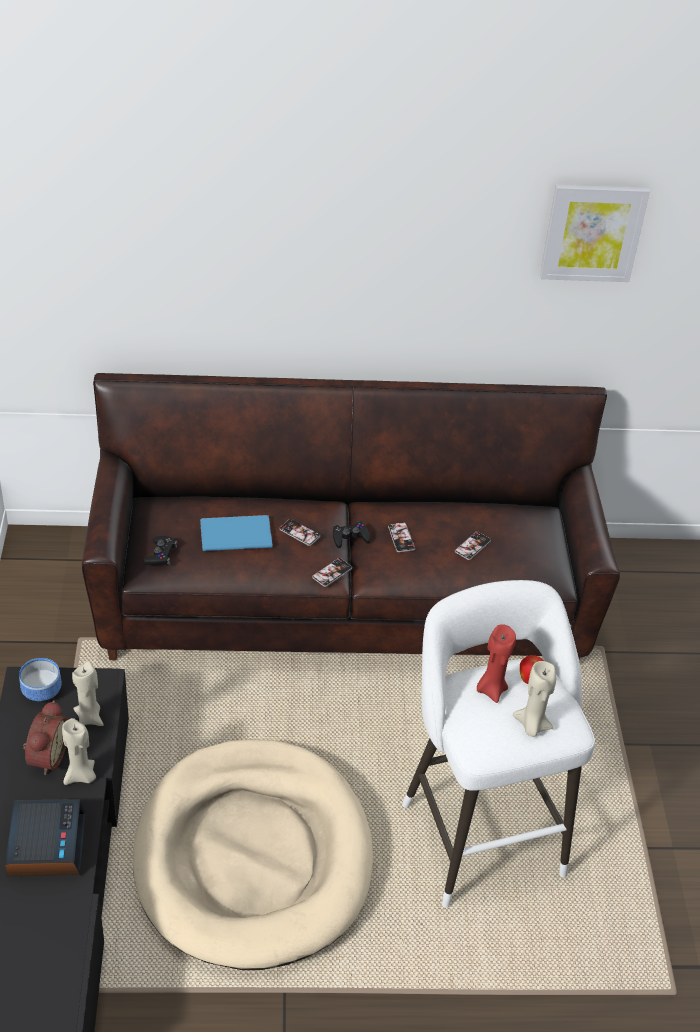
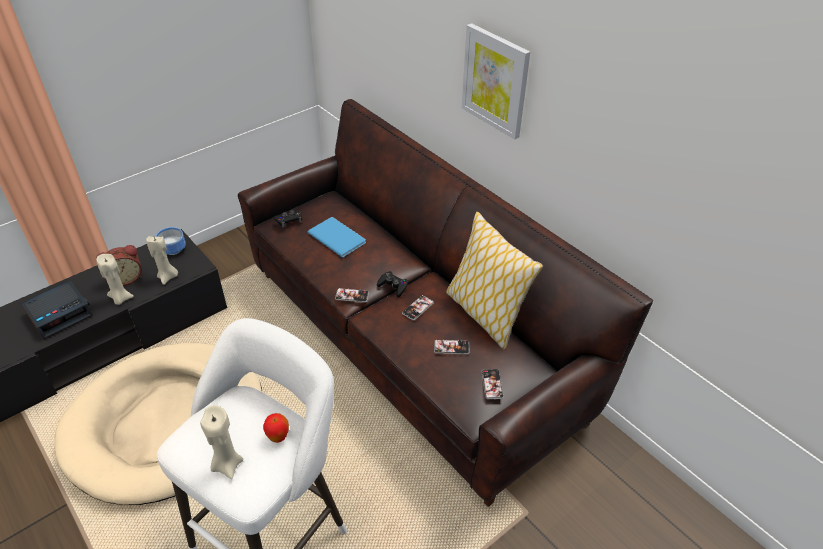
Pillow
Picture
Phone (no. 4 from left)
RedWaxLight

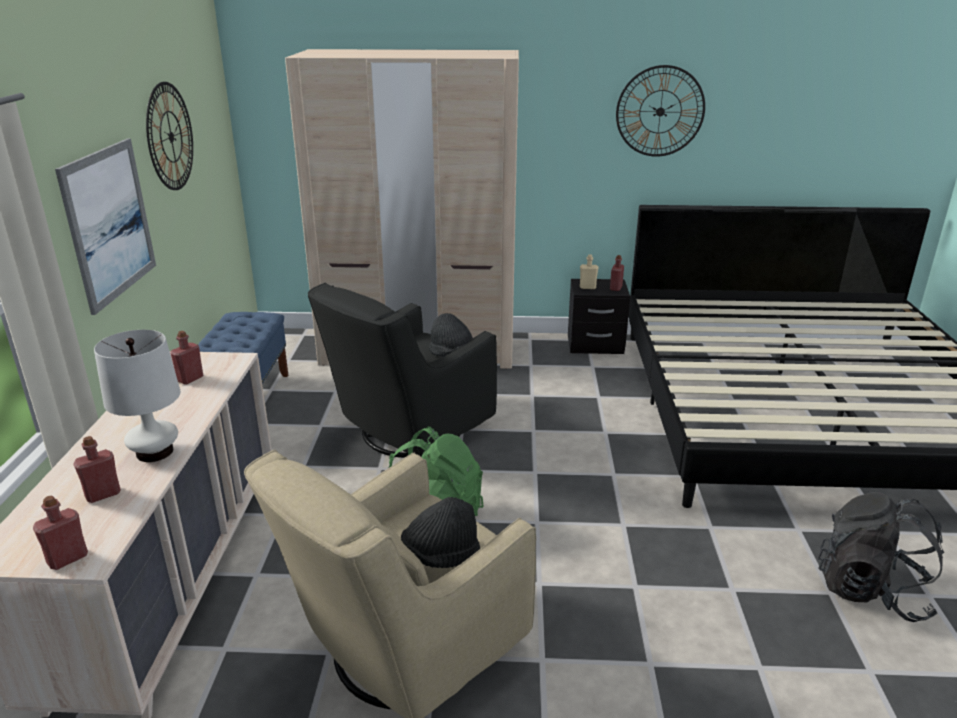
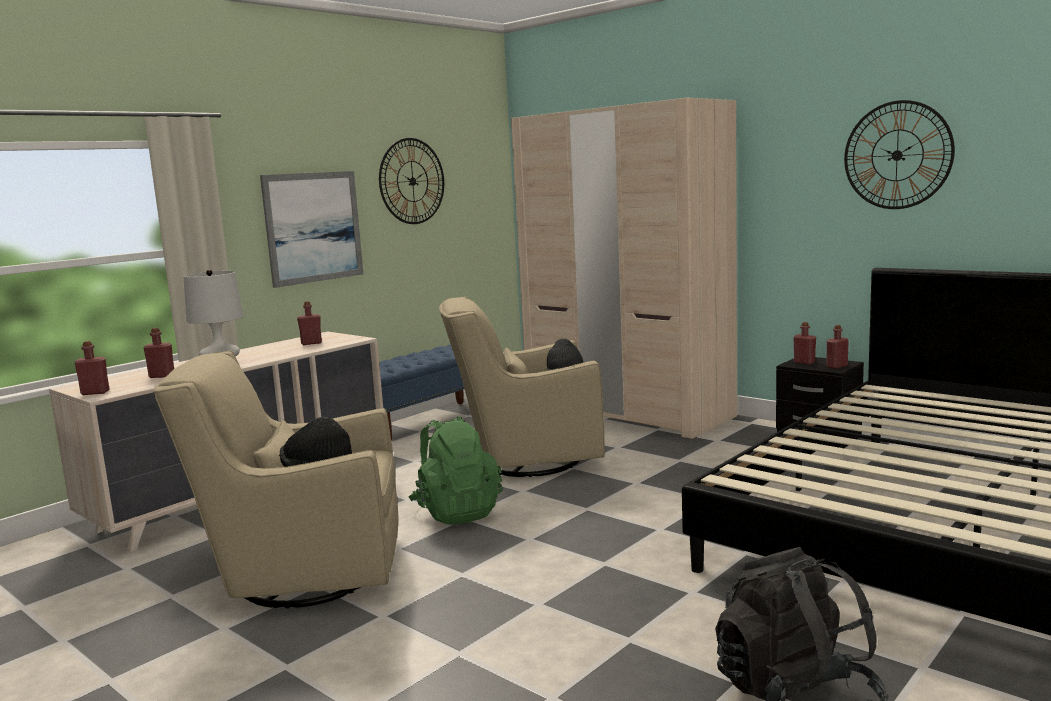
SandColouredLoungeChair (no. 2 from left)
RedBeverageBottle (no. 4 from left)

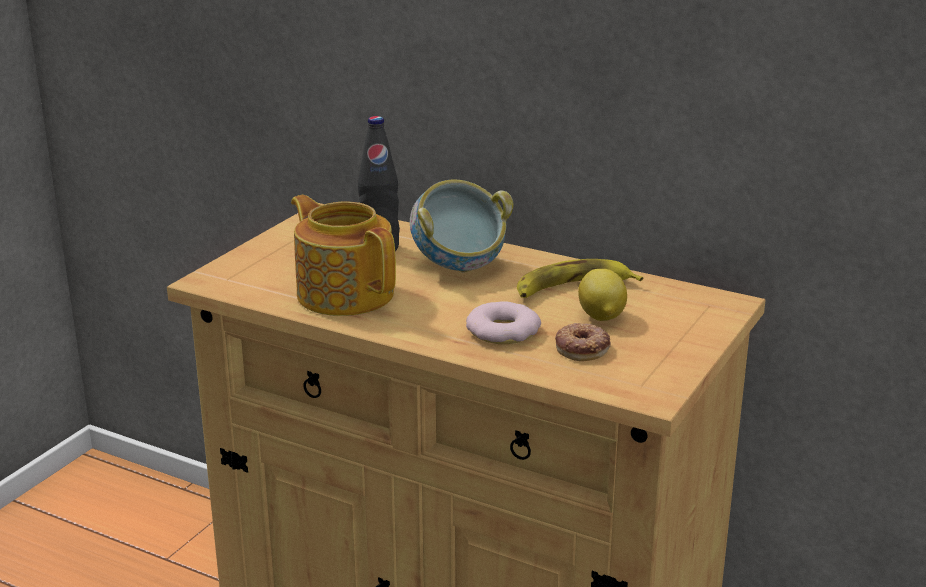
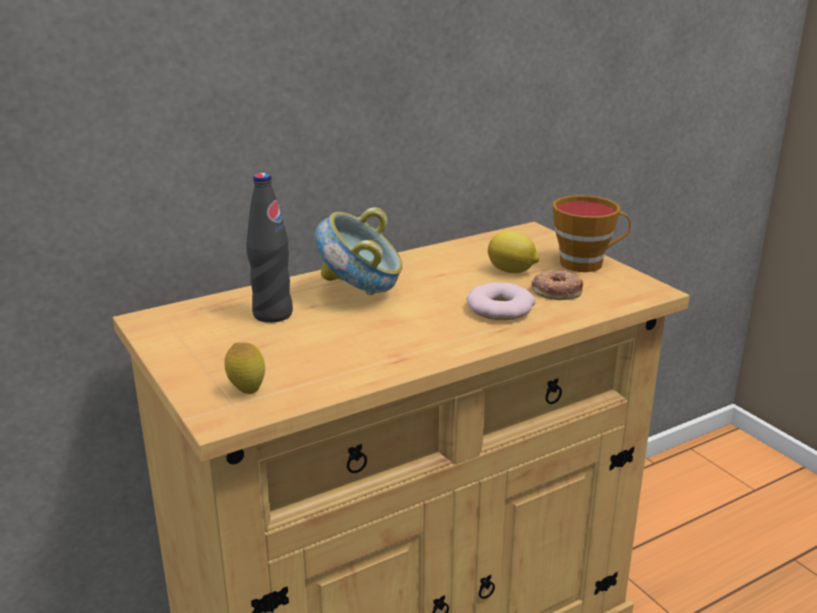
CitrusFruit (no. 1 from left)
Cup
Teapot
BananaFruit

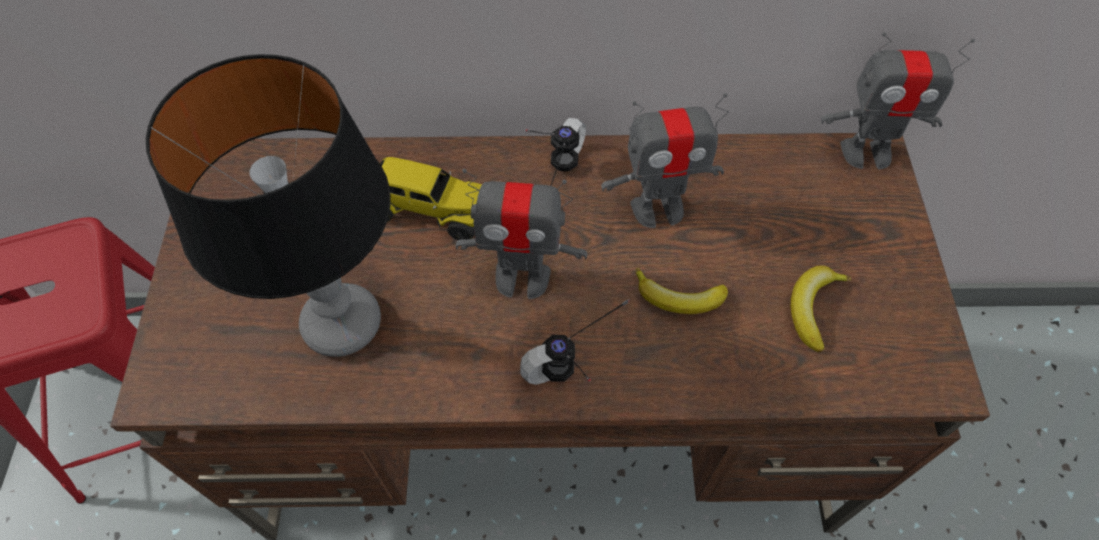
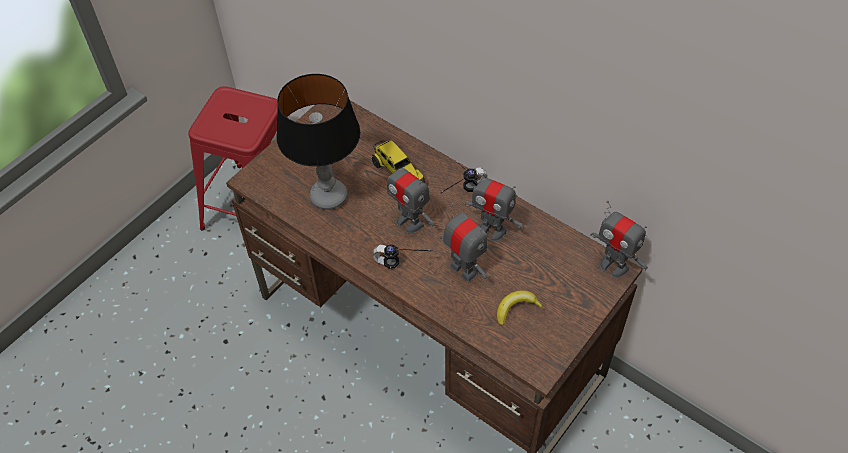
RobotFigure (no. 2 from left)

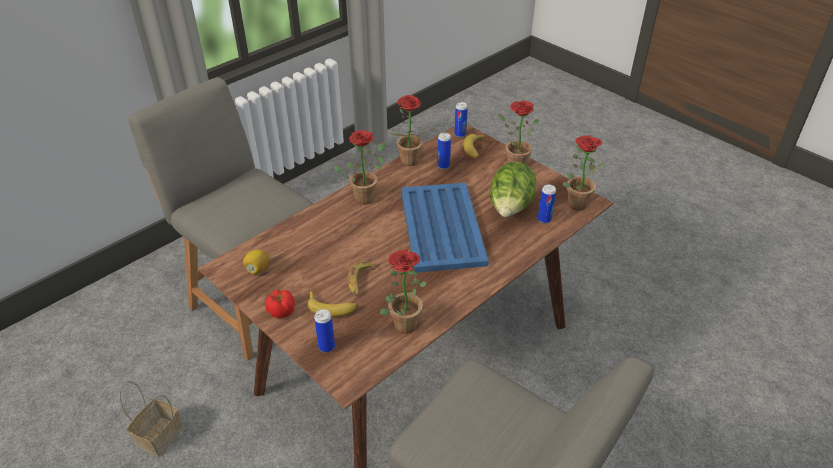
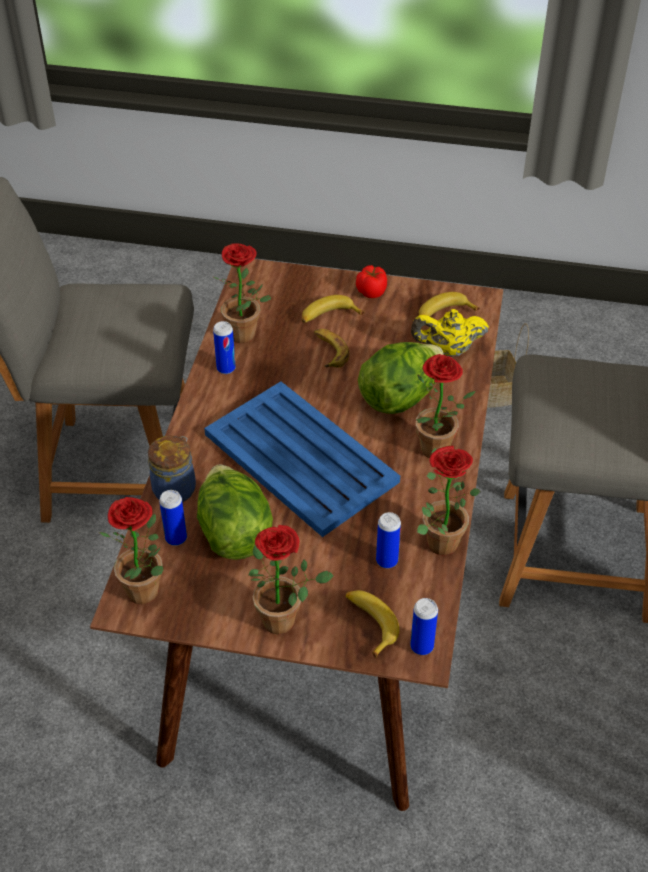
StorageJar
Can (no. 2 from left)
LettuceHead (no. 2 from left)
YellowColouredTeapot
BananaFruit (no. 4 from left)

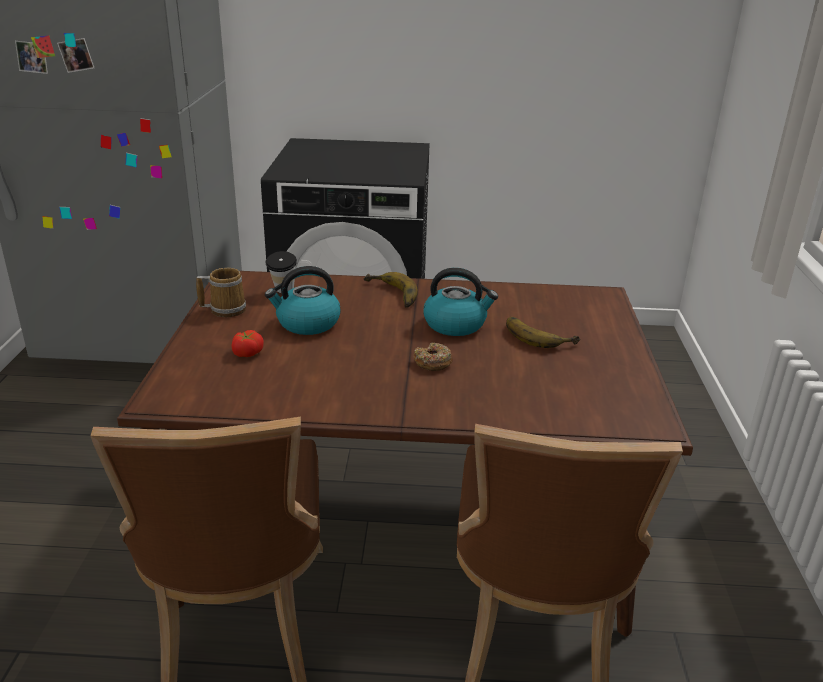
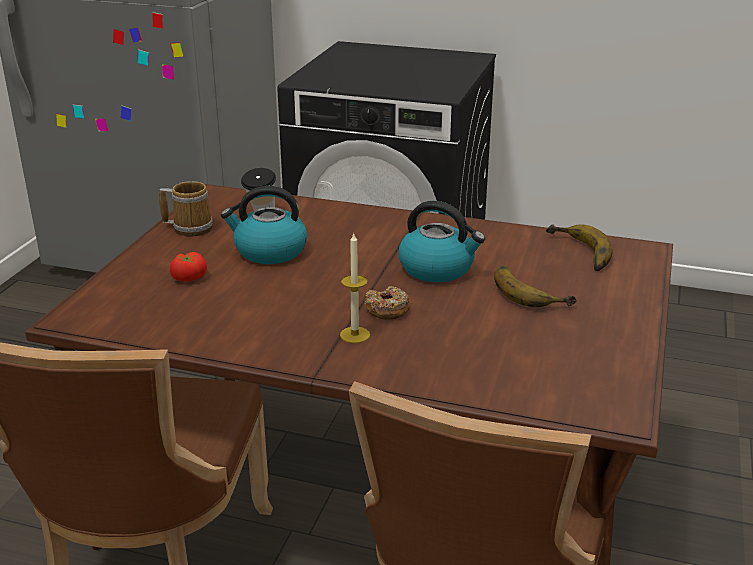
WaxLight
BananaFruit (no. 2 from left)

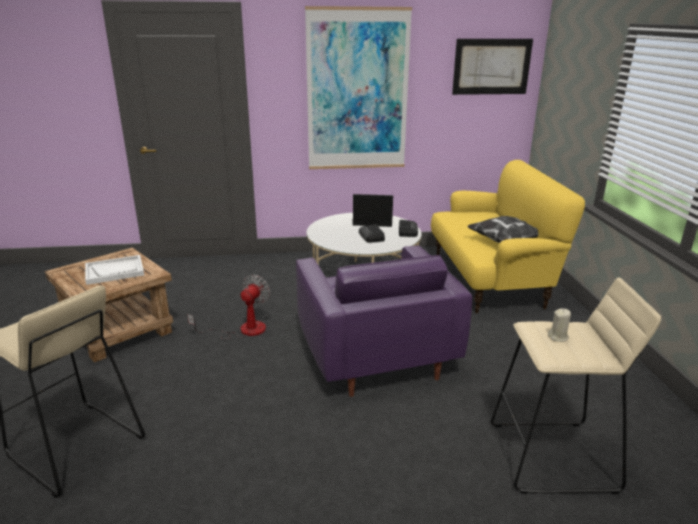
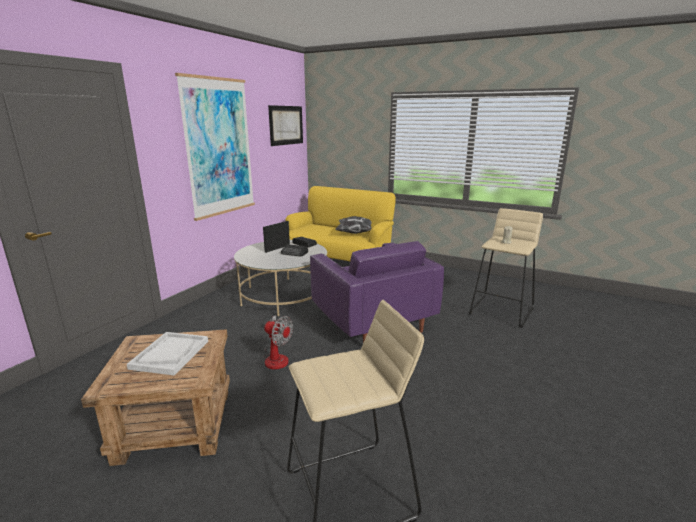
Fan
PurpleColouredLoungeChair

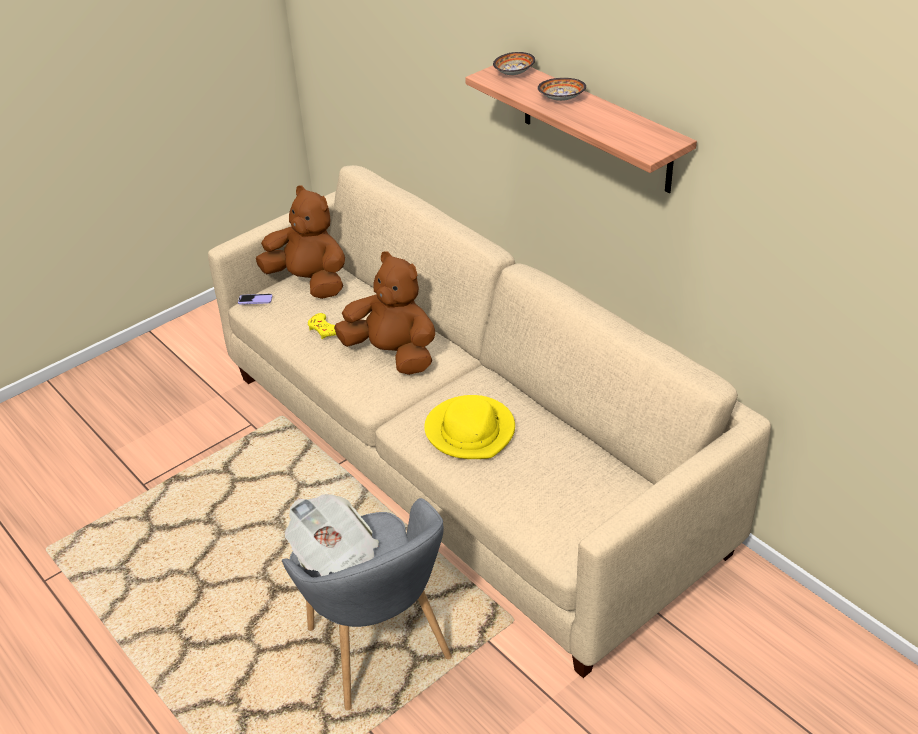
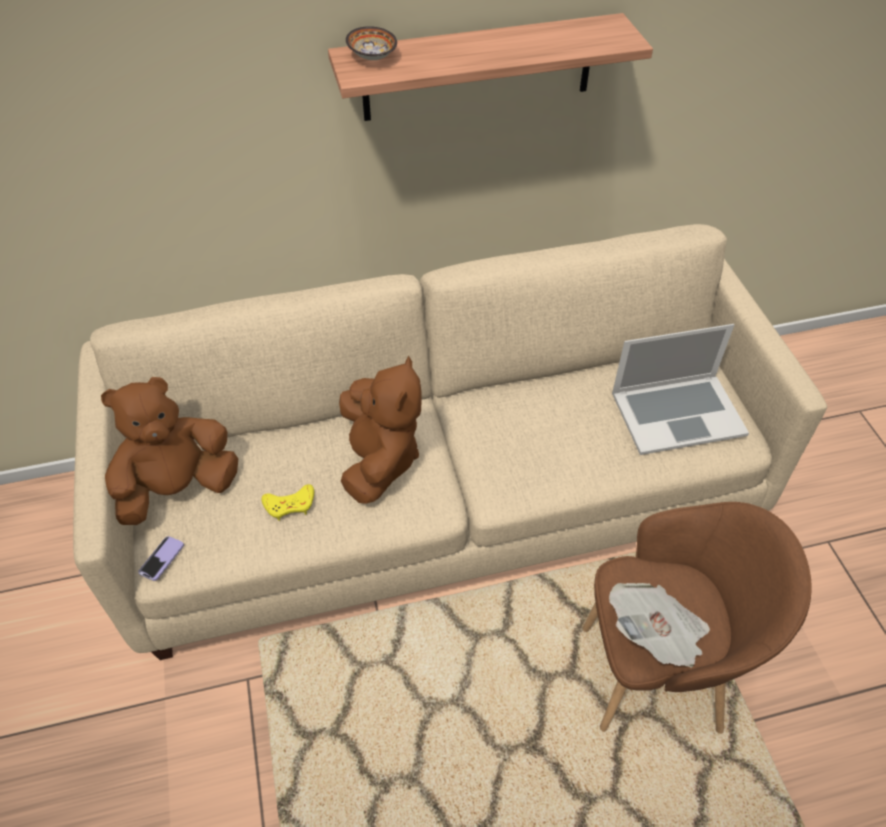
BrownSoftToy (no. 2 from left)
BrownLoungeChair
Laptop
YellowColouredClothingHat
ServingBowl (no. 2 from left in the first image)

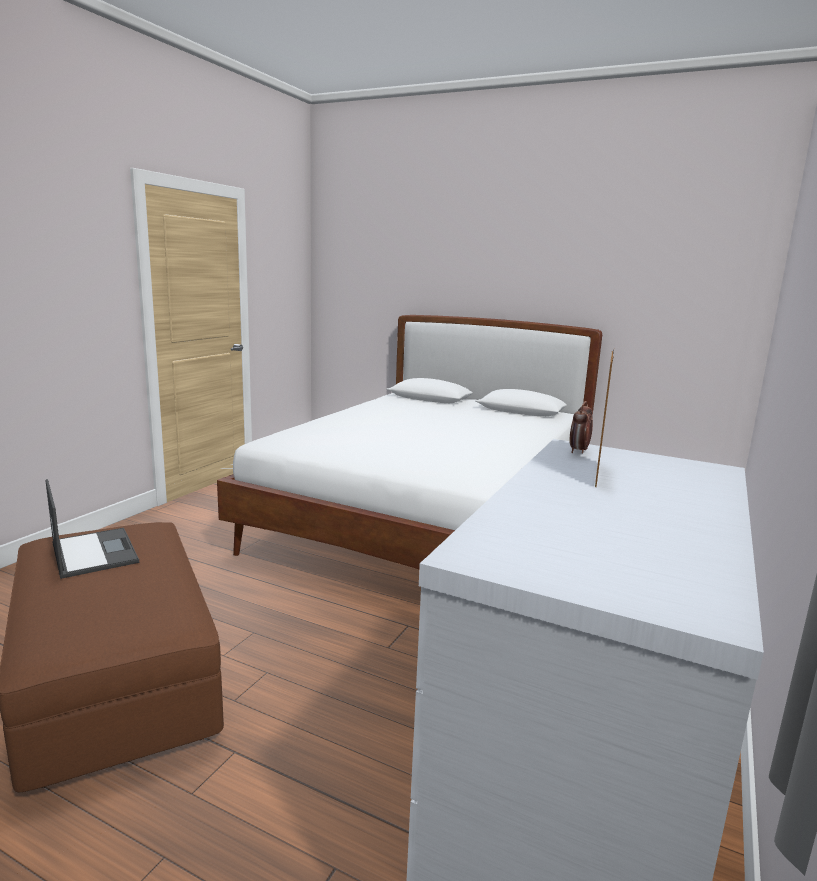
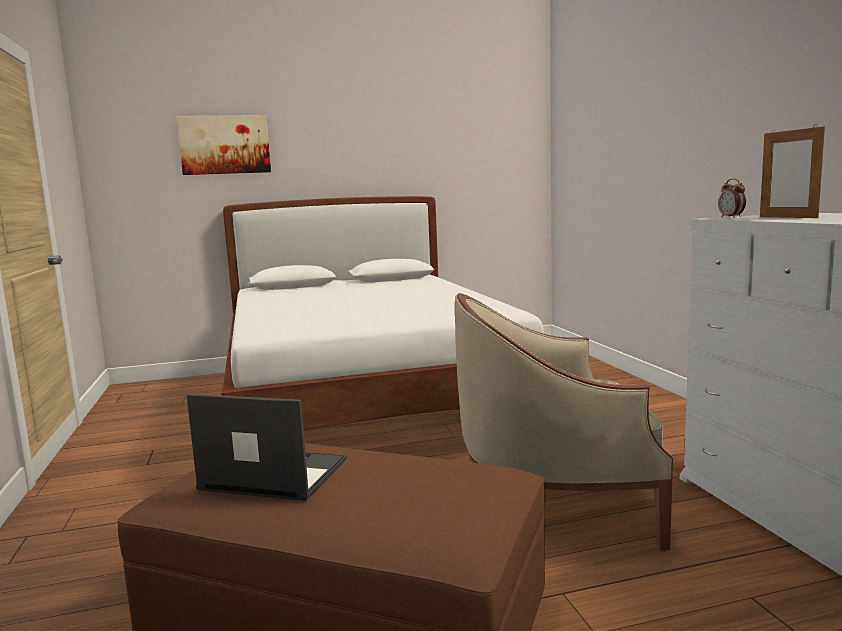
Picture
SandColouredLoungeChair

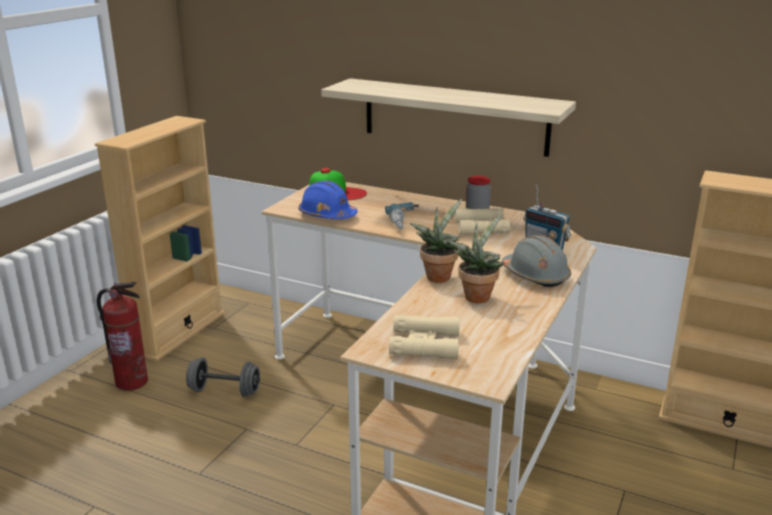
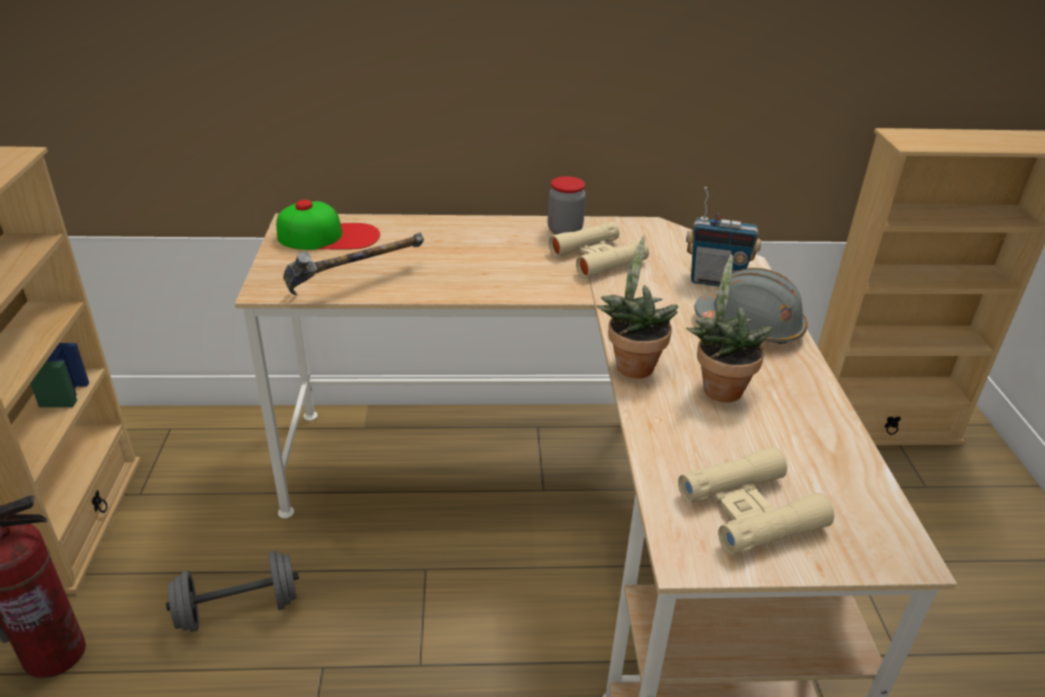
ToolHammer
Shelf
Drill

